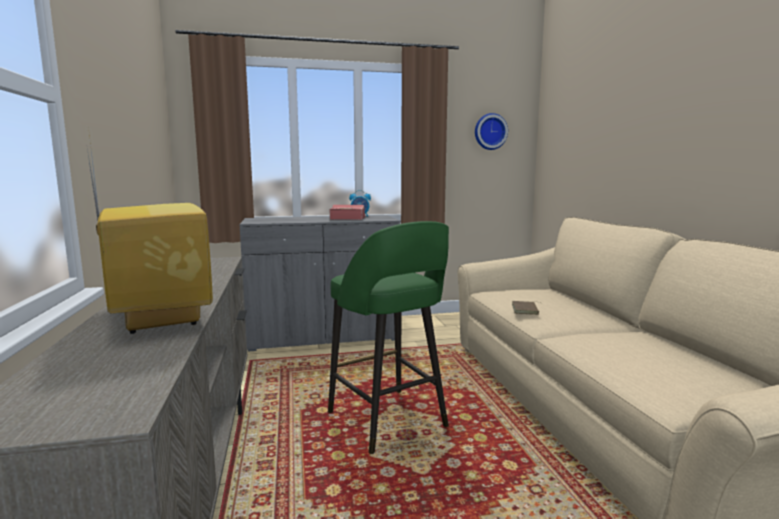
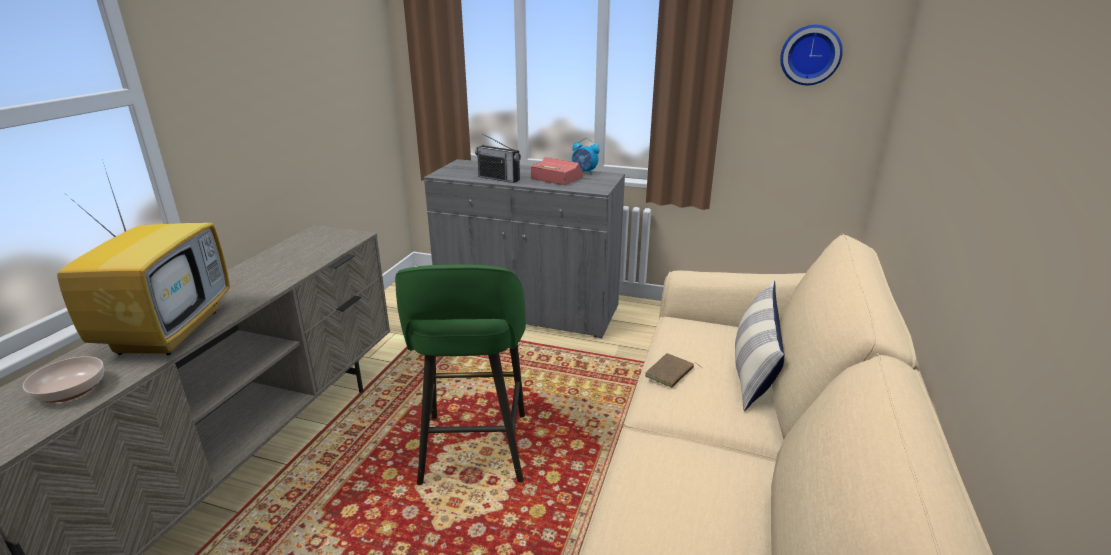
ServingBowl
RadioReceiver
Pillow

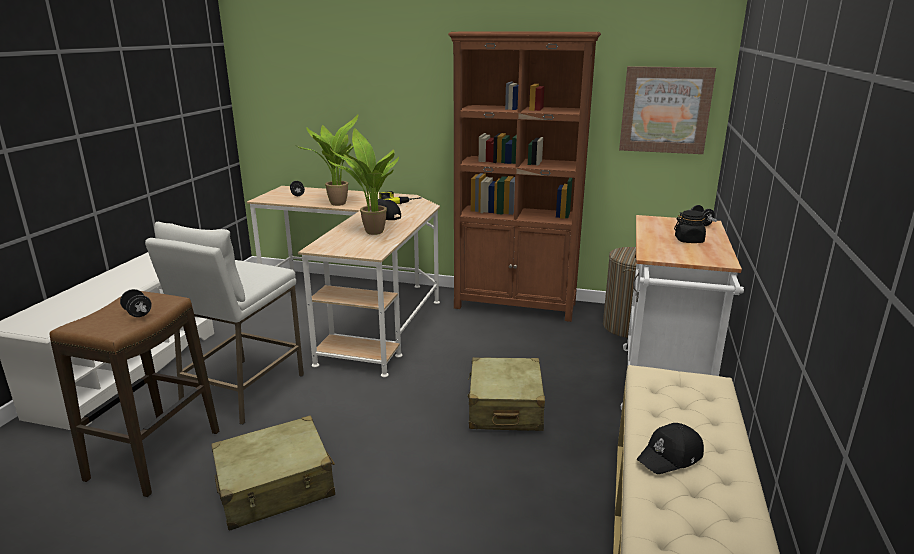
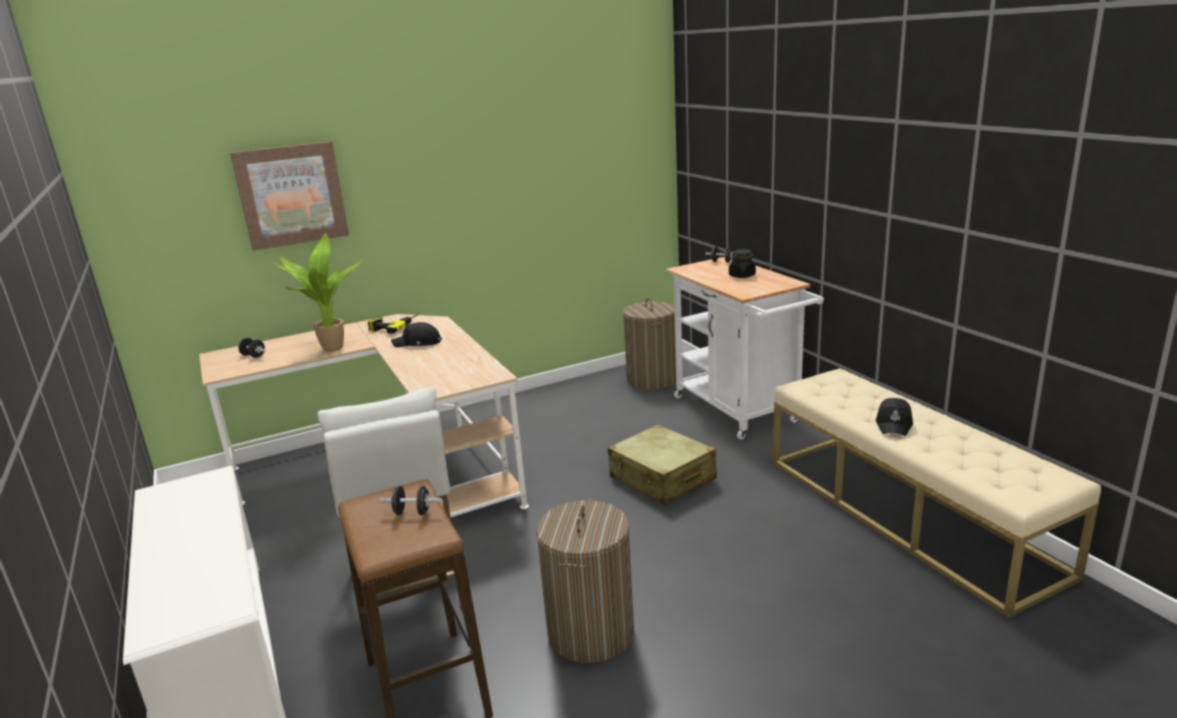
Picture
WashingBasket (no. 1 from left)
Houseplant (no. 2 from left in the first image)
BrownShelvingUnit

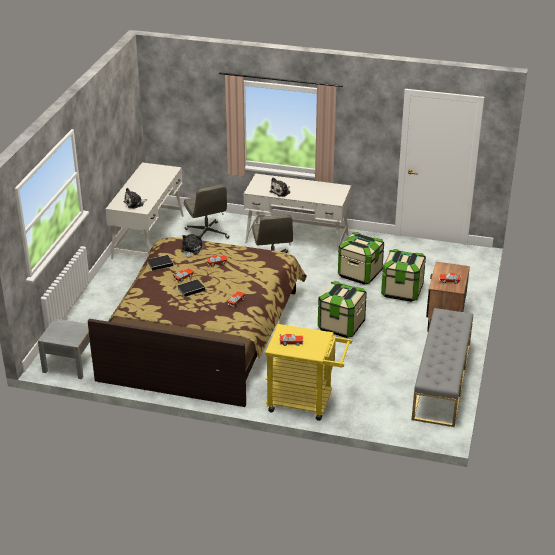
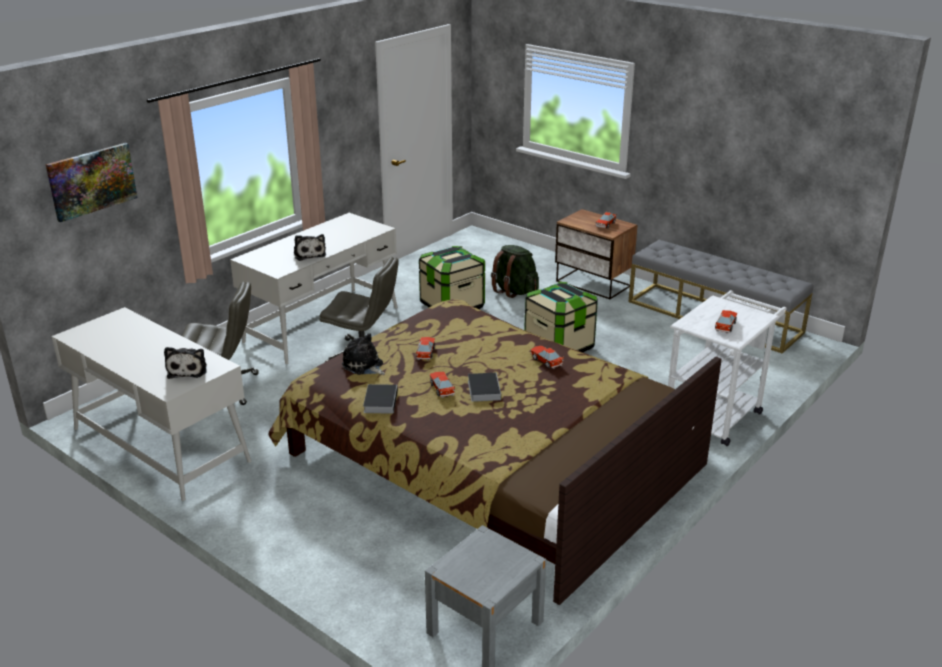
Picture
GreenColouredRucksack
WhitishTrolley

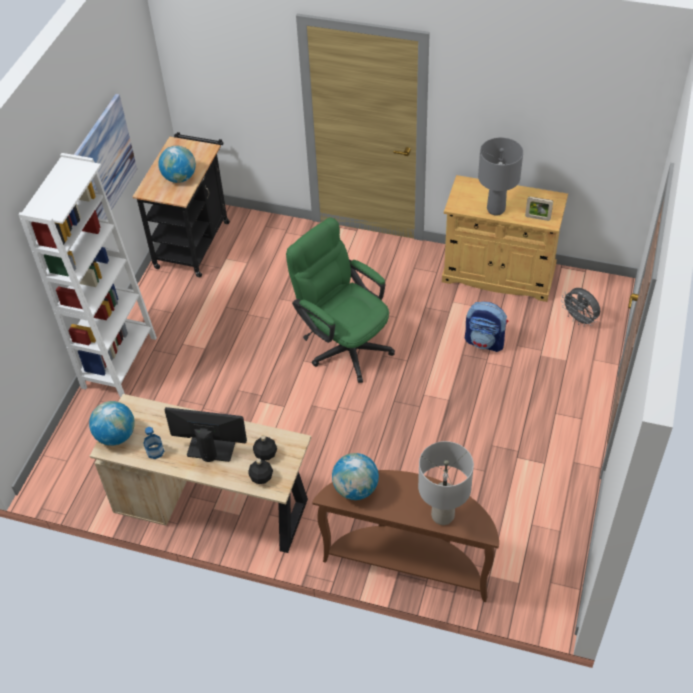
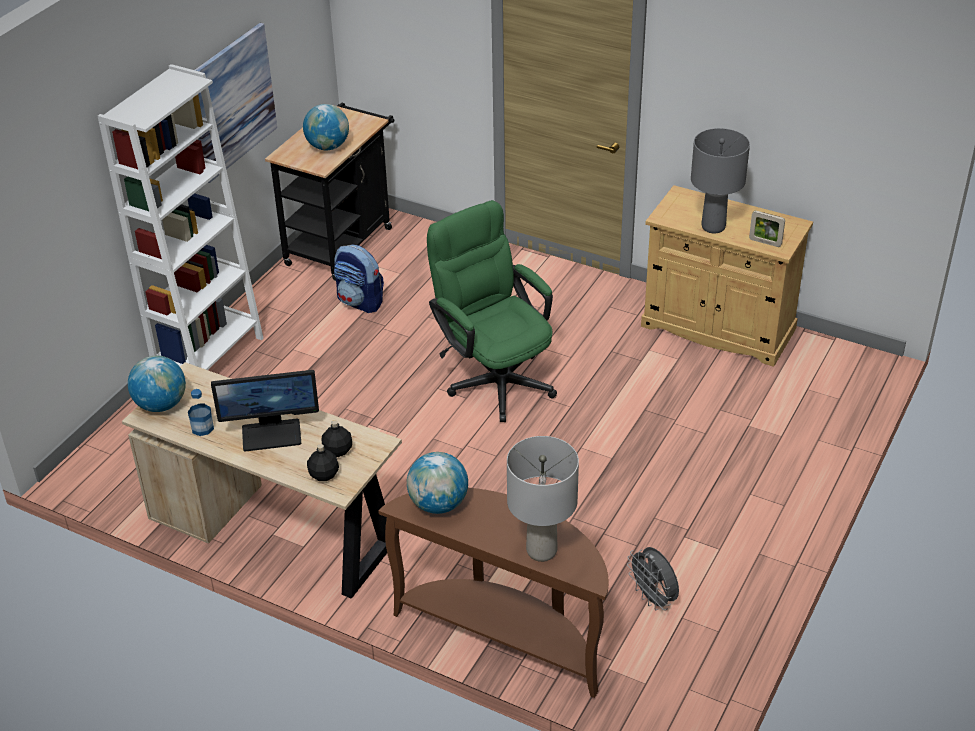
ComputerDisplay
Rucksack
GreyishFan

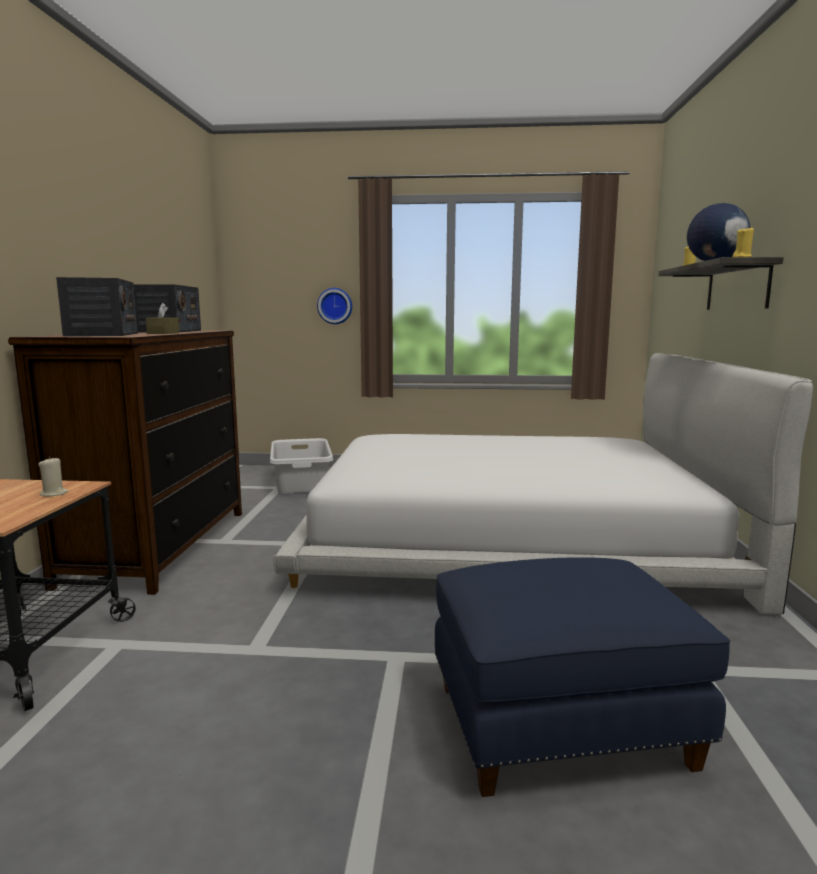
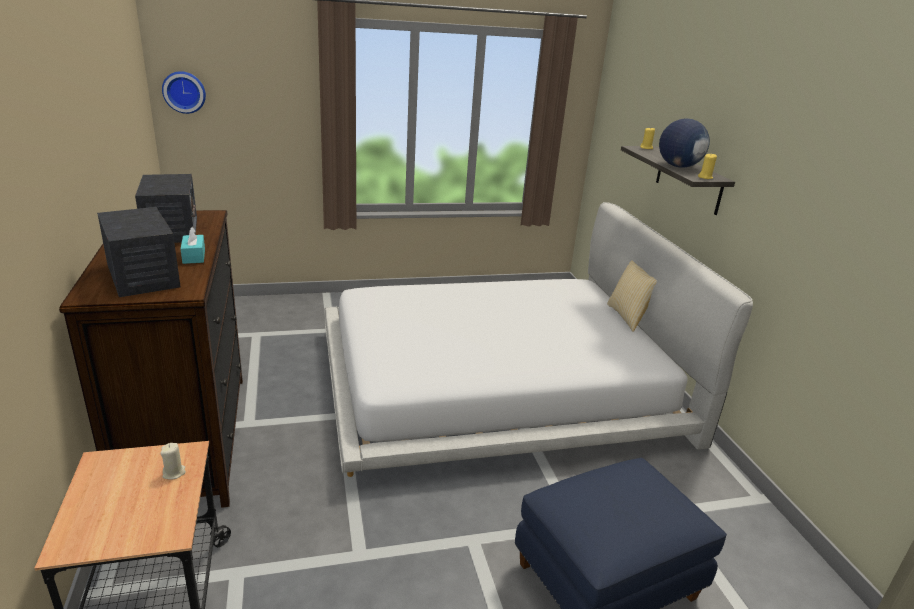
HangingClock
TurquoiseColouredTissueHolder
Pillow
GreyishWashingBasket

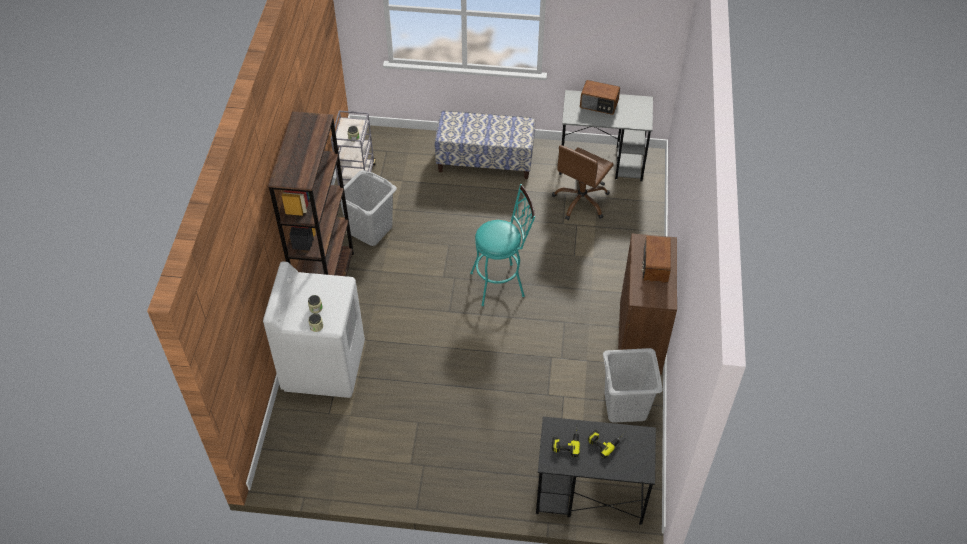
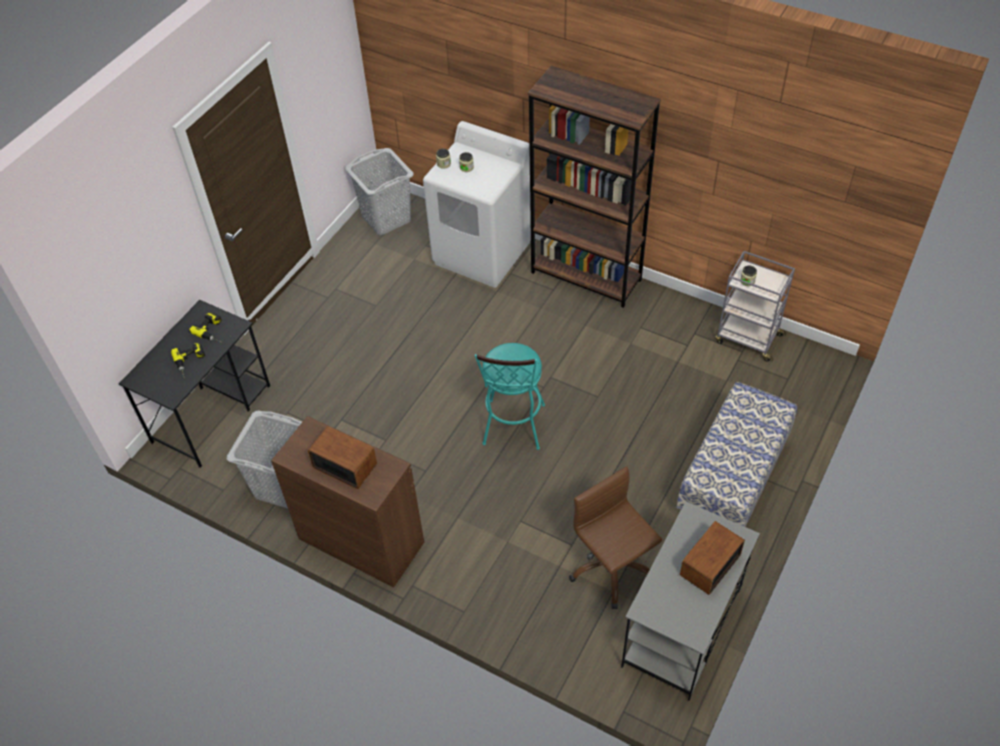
GreyishWashingBasket (no. 2 from left)

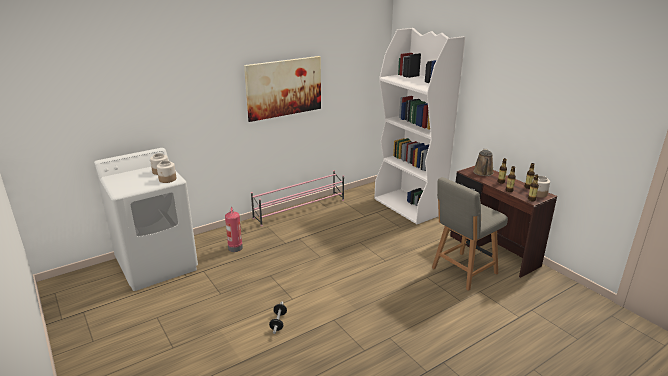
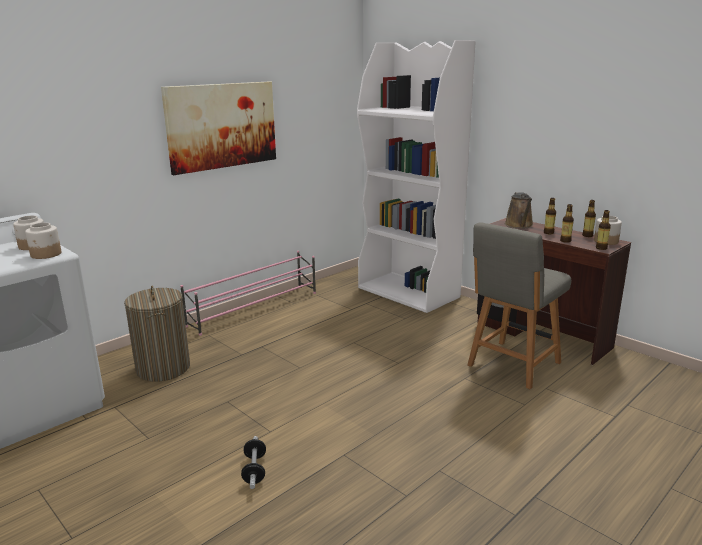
WashingBasket

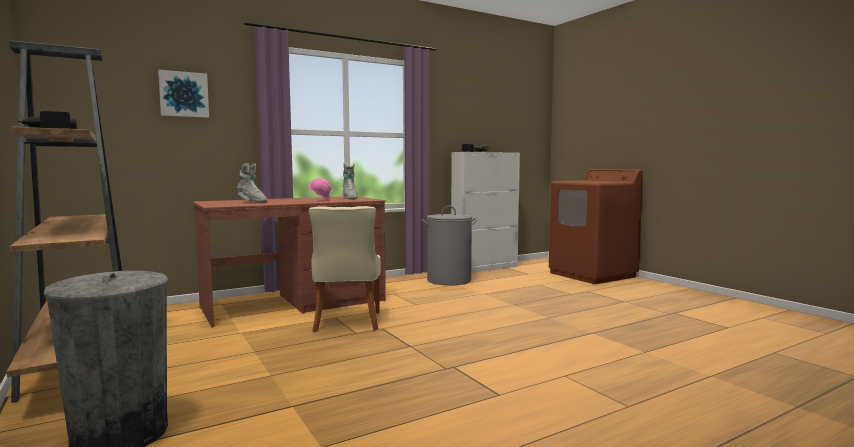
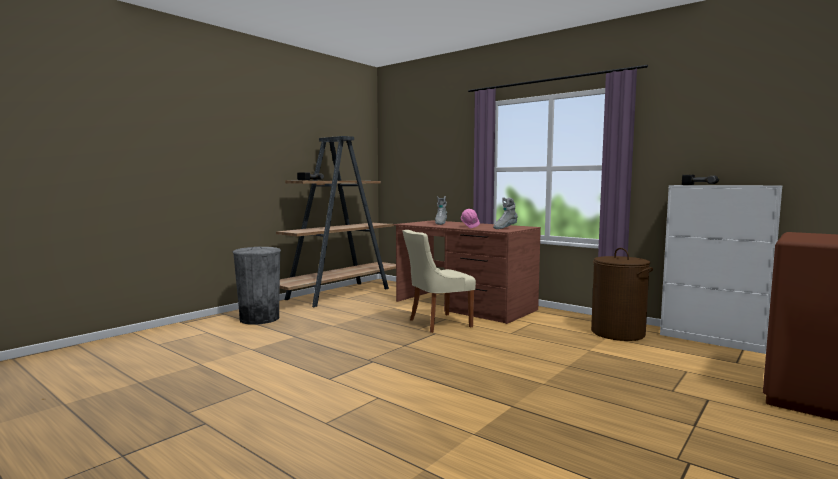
BrownWashingBasket
Picture

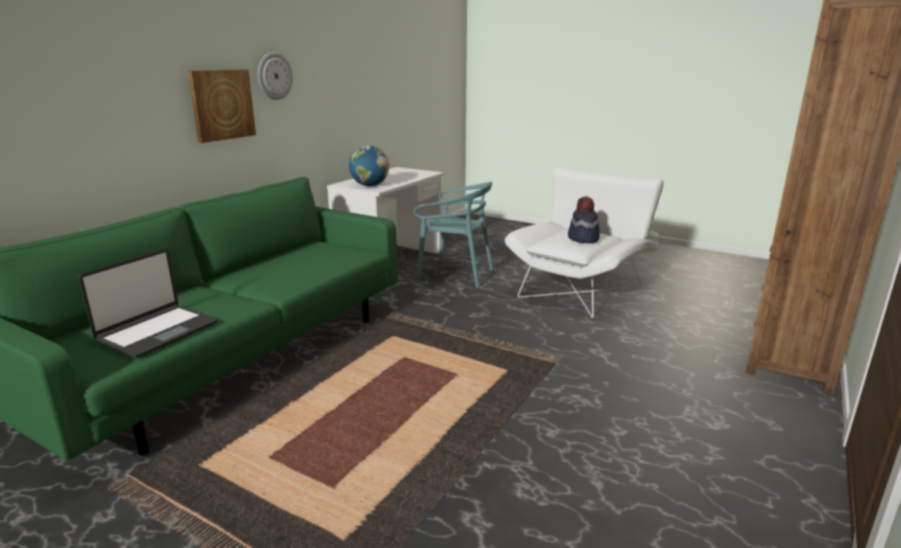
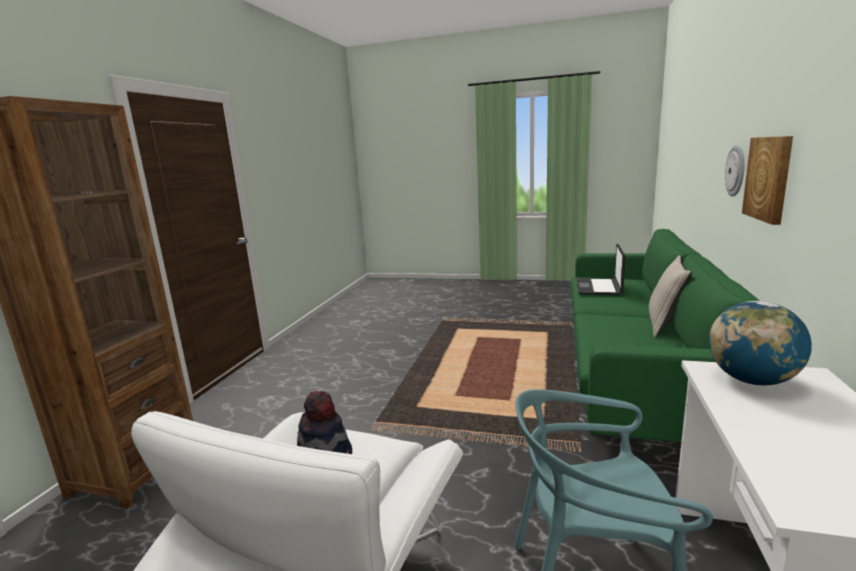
SandColouredPillow
HangingClock

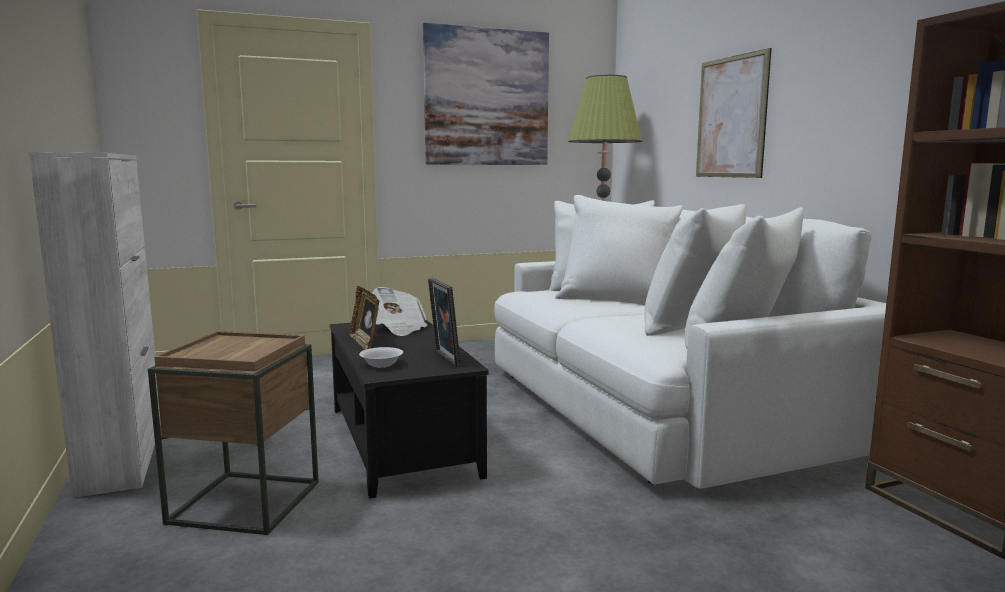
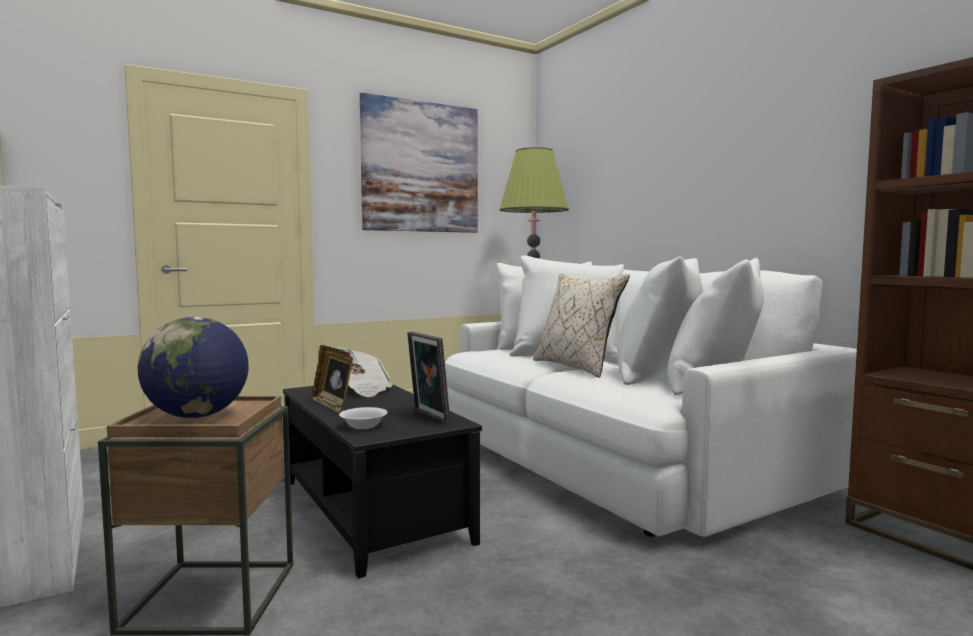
DeskGlobe
SandColouredPillow
Picture (no. 2 from left in the first image)

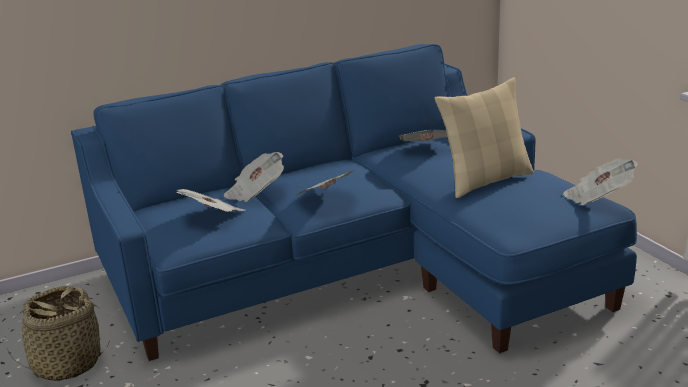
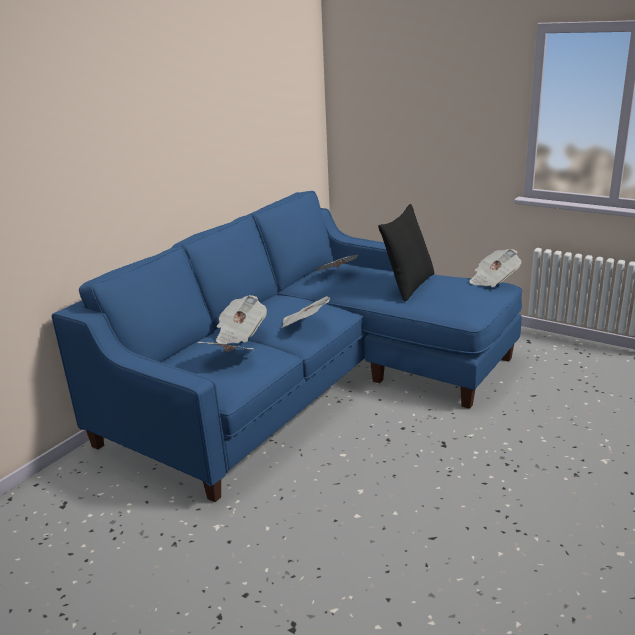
BlackPillow
HouseholdBasket

